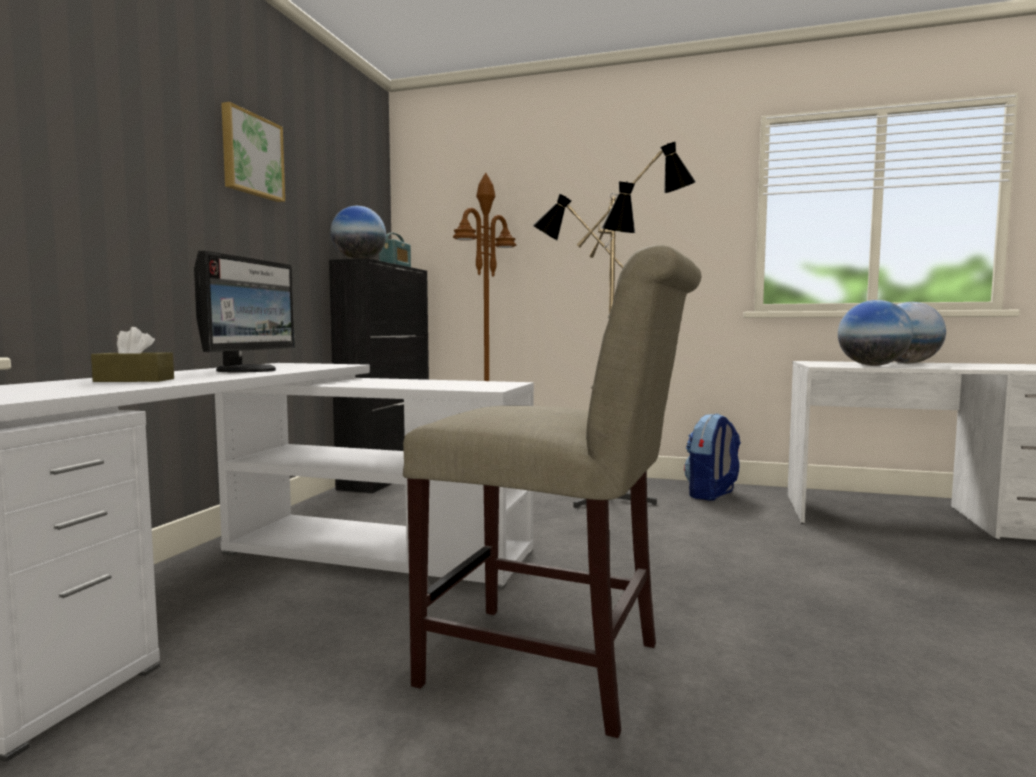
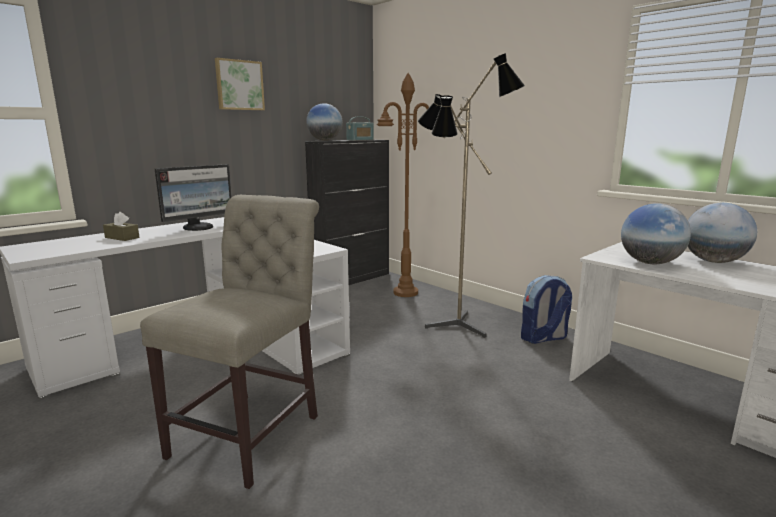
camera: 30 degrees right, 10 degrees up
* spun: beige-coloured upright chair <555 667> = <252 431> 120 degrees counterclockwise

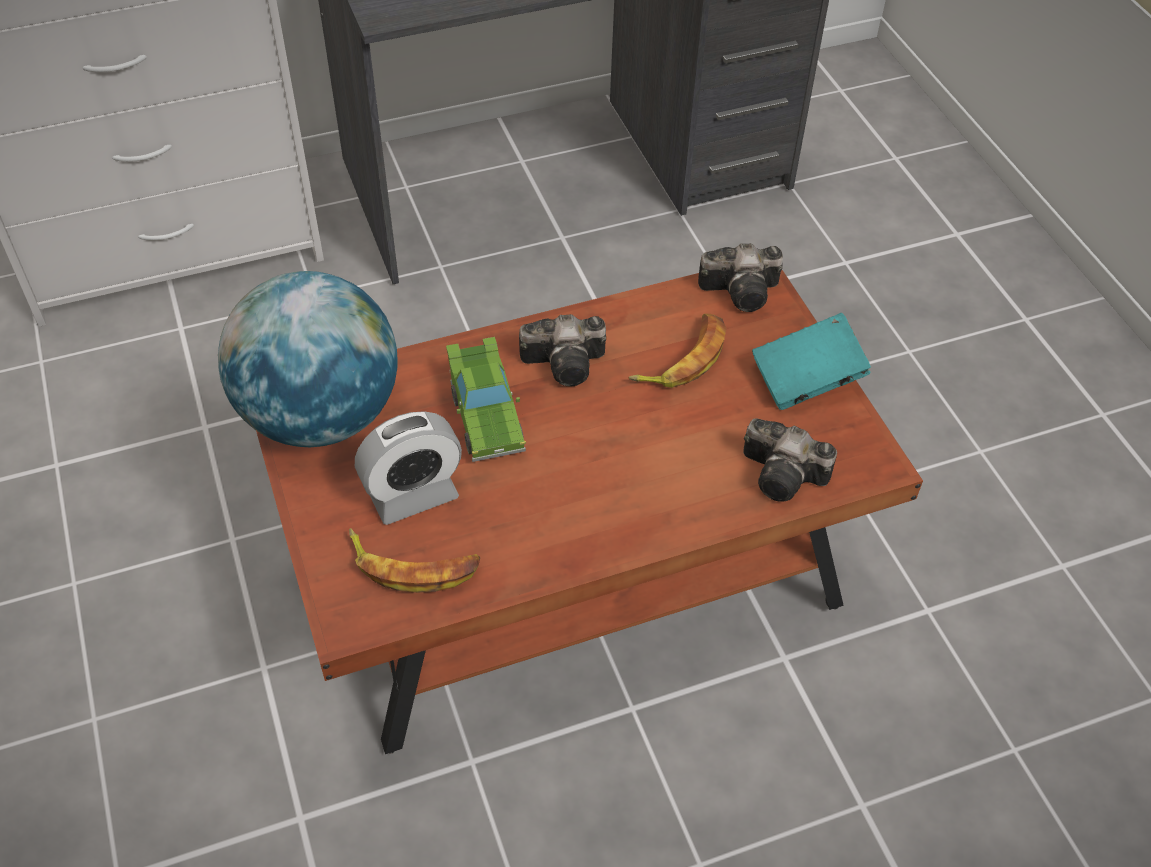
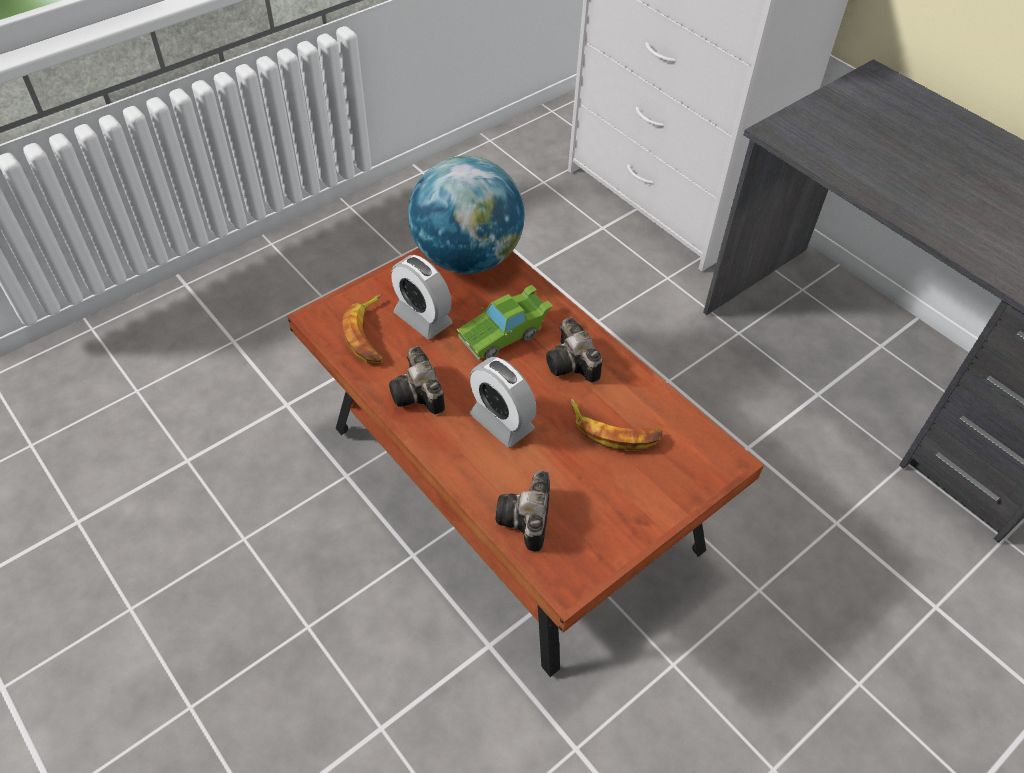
camera: 70 degrees right, 0 degrees up
* relocated: photo camera <744 291> to <419 395>
* missing: turquoise-coloured bound book <806 379>
* appeared: alarm clock <501 422>

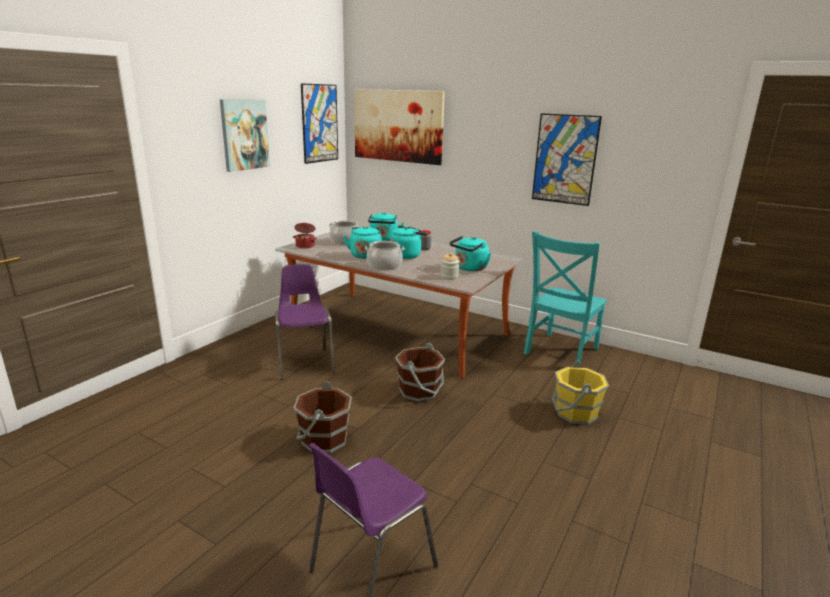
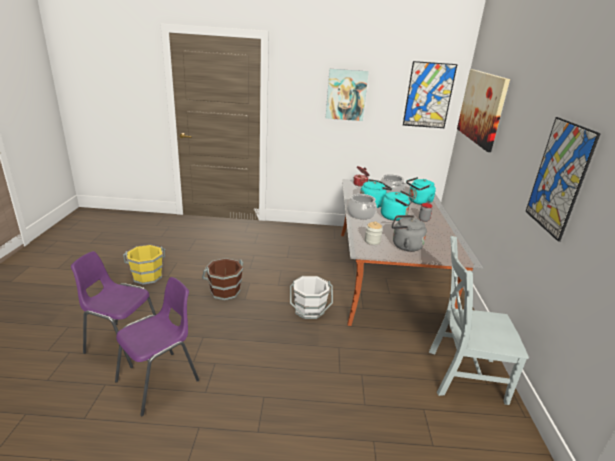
camera: 60 degrees right, 5 degrees up
* relocated: purplish upright chair <305 362> to <160 381>
* colour: brown bucket <420 391> to white bucket <309 310>
* colour: turquoise-coloured water kettle <469 268> to gray water kettle <404 246>
* colour: turquoise-coloured upright chair <560 352> to gray upright chair <462 375>
* relocated: yellowish bucket <575 413> to <147 276>

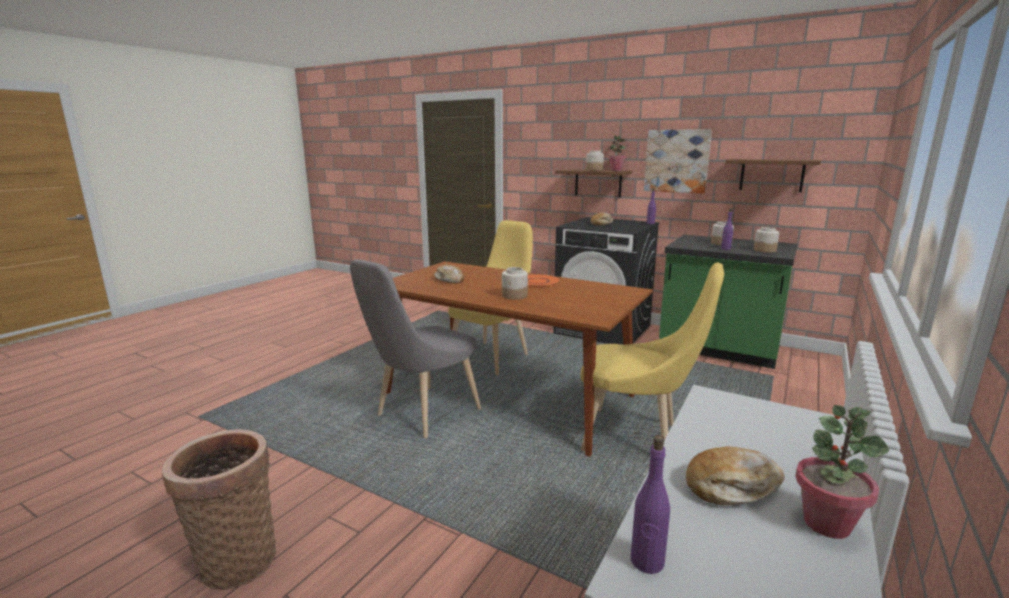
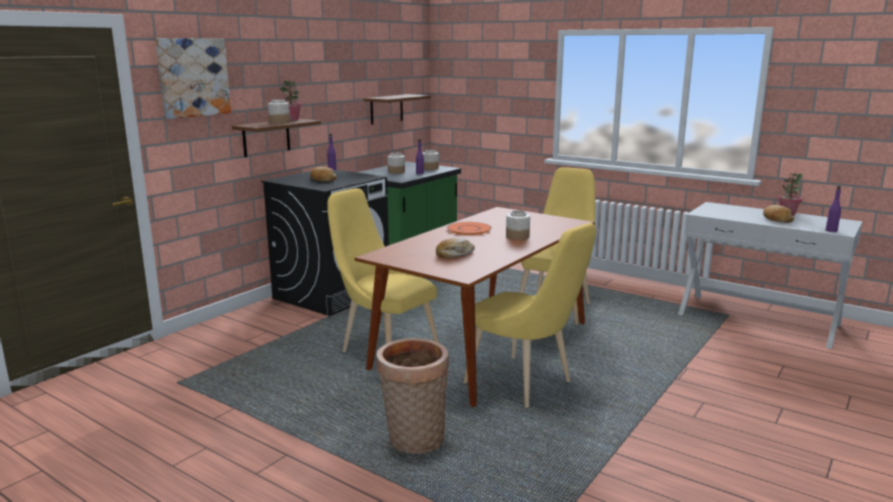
camera: 85 degrees left, 0 degrees up
* relocated: household basket <236 559> to <414 441>
* colour: gray upright chair <423 414> to yellowish upright chair <524 384>
* relocated: wall picture <677 161> to <193 77>

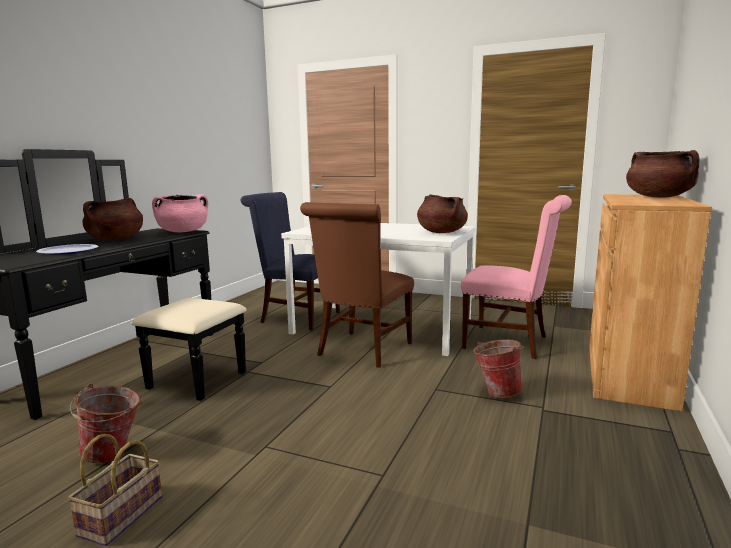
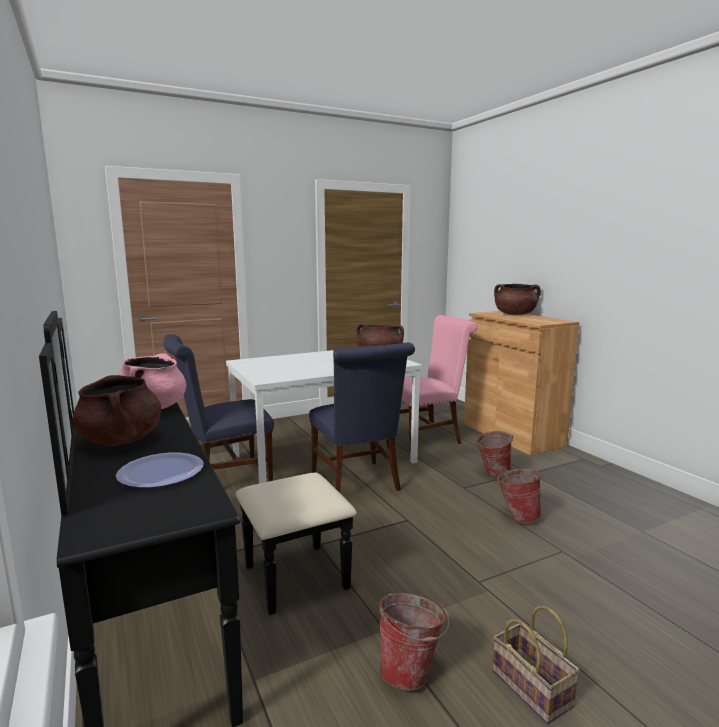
camera: 50 degrees left, 0 degrees up
* colour: brown upright chair <362 351> to bluish upright chair <358 483>
* appeared: bucket <517 516>

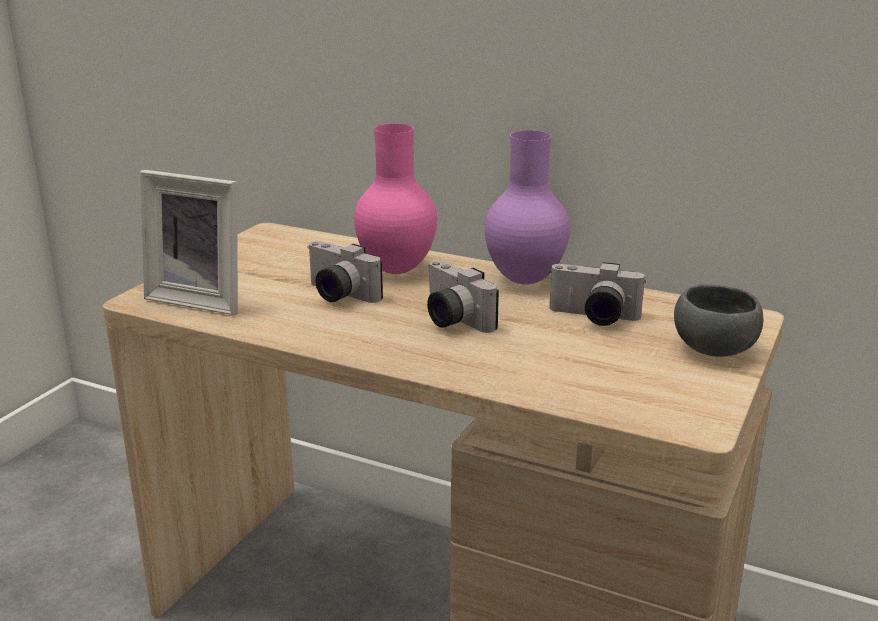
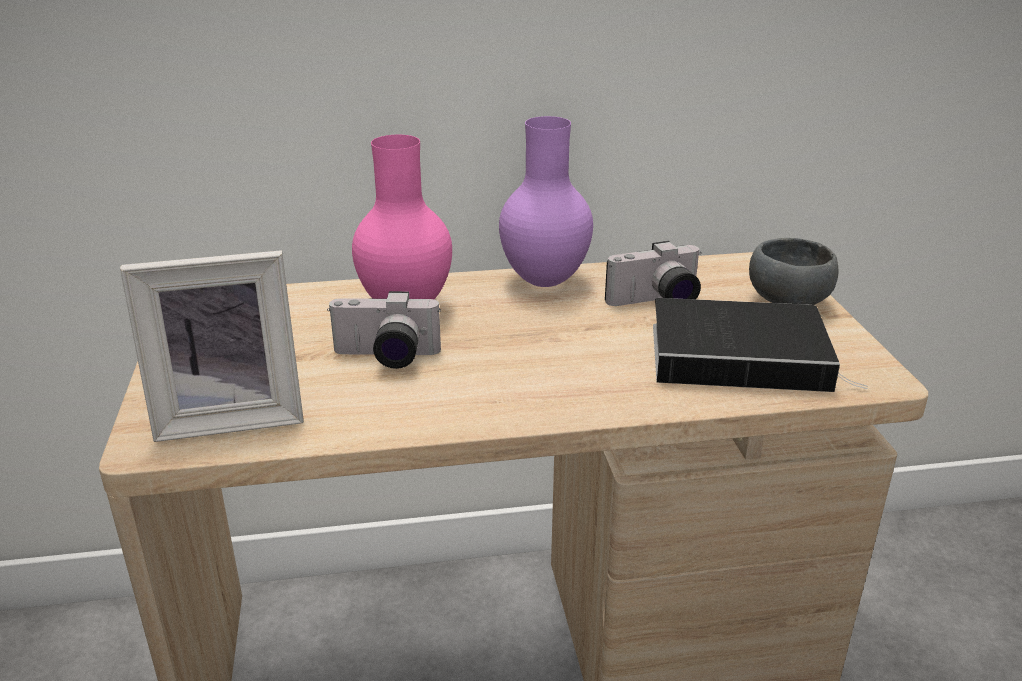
camera: 35 degrees left, 5 degrees up
* missing: photo camera <451 320>
* appeared: bound book <743 355>

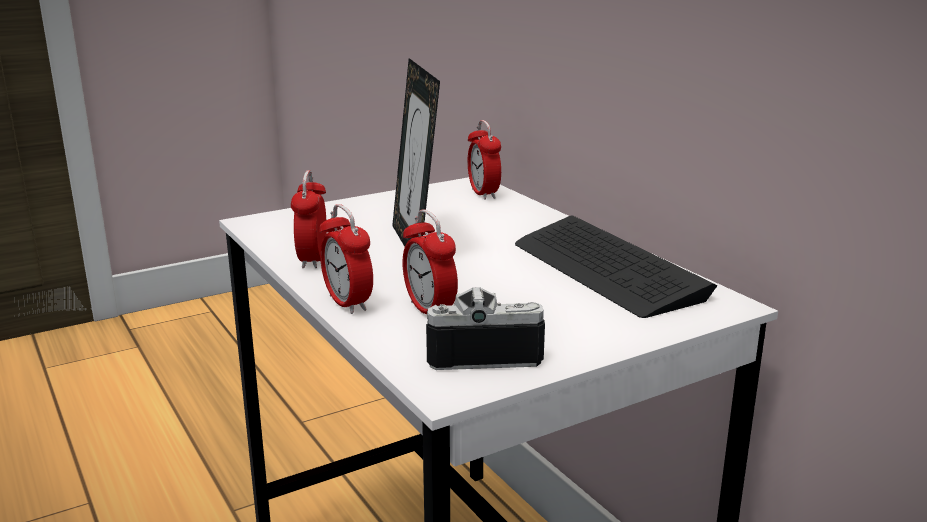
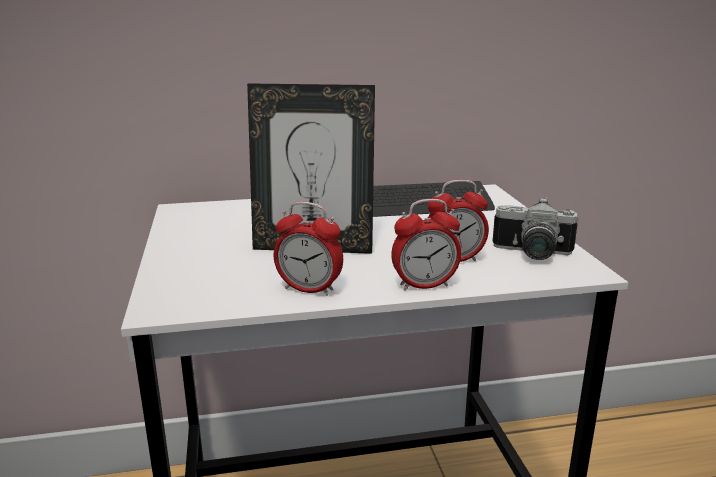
camera: 70 degrees left, 0 degrees up
* spun: photo camera <483 352> = <531 254> 90 degrees counterclockwise
* missing: alarm clock <483 194>

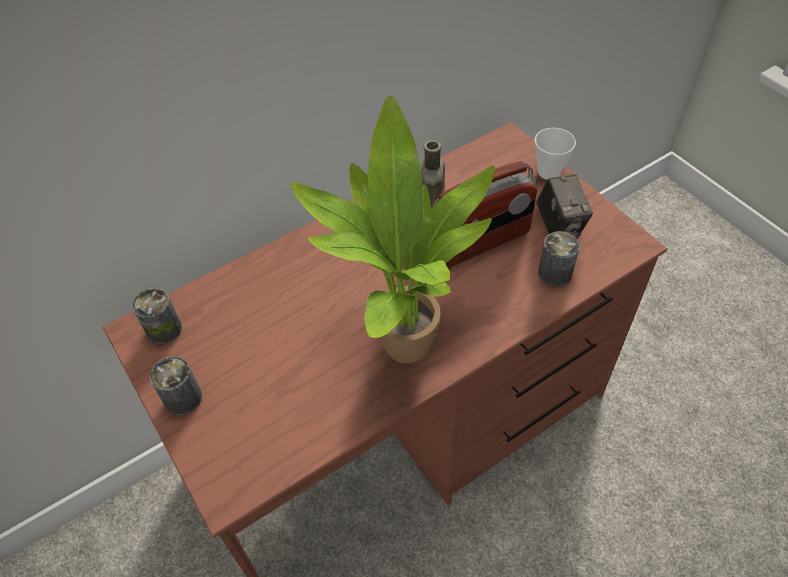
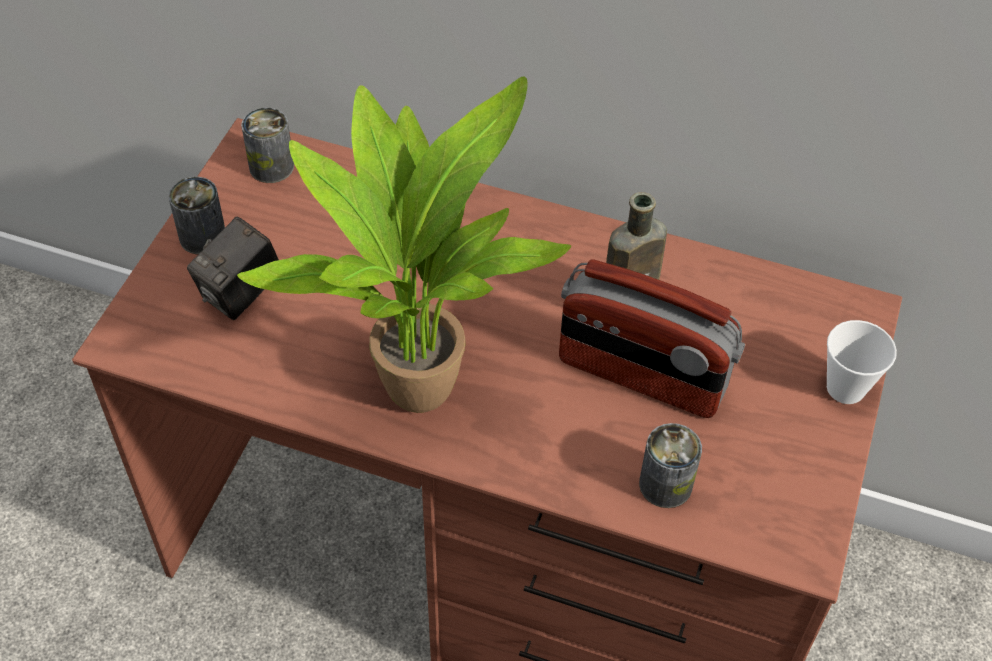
camera: 50 degrees right, 0 degrees up
* relocated: photo camera <559 225> to <241 294>

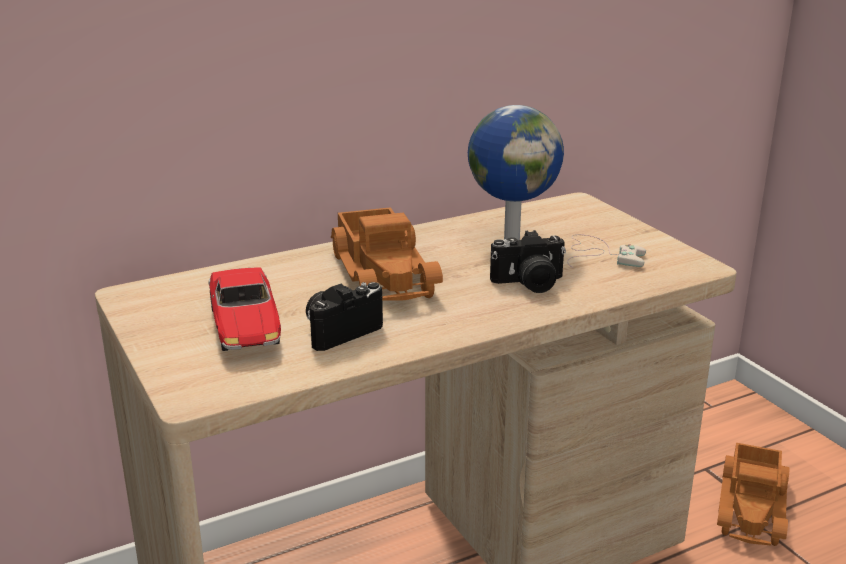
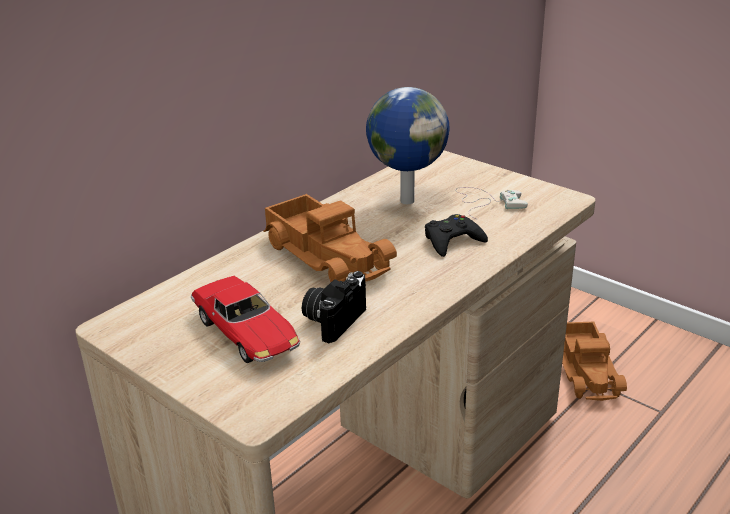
camera: 20 degrees left, 5 degrees up
* exchanged: photo camera <529 284> to black-coloured game controller <452 241>

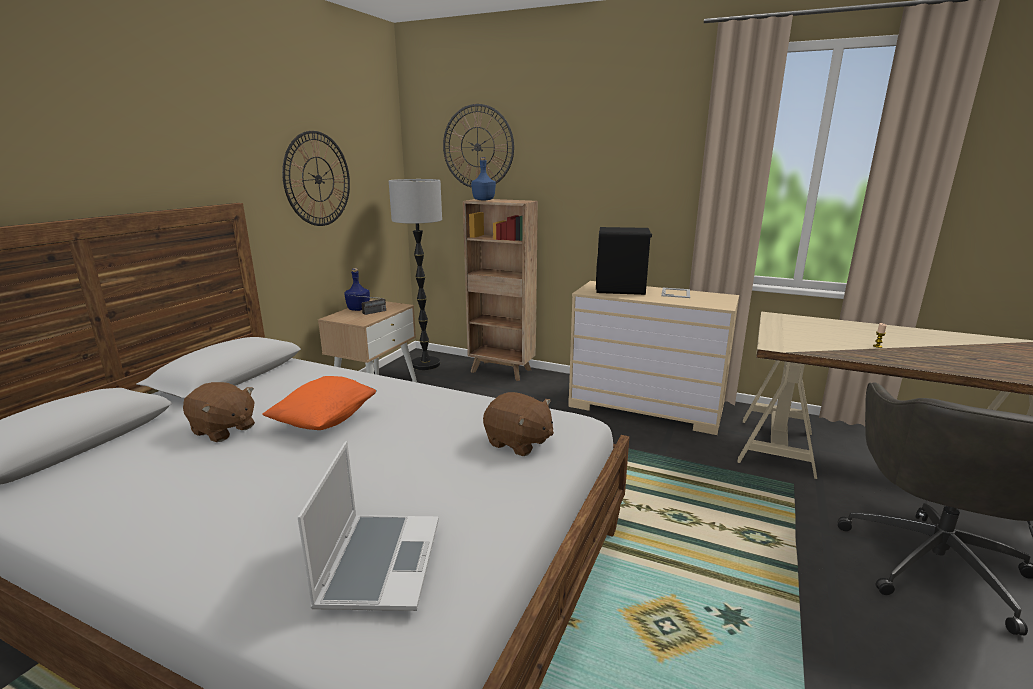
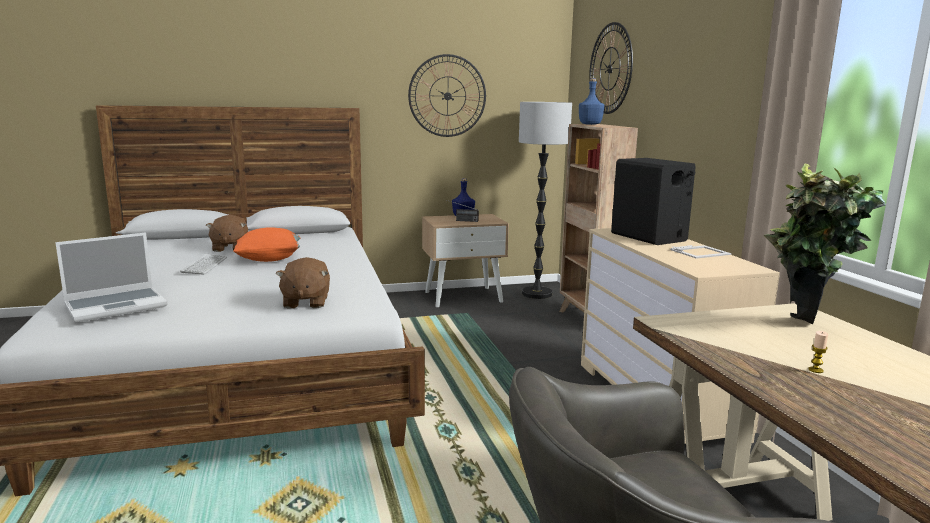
camera: 50 degrees right, 5 degrees down
* appeared: computer keyboard <204 265>
* appeared: houseplant <802 329>

